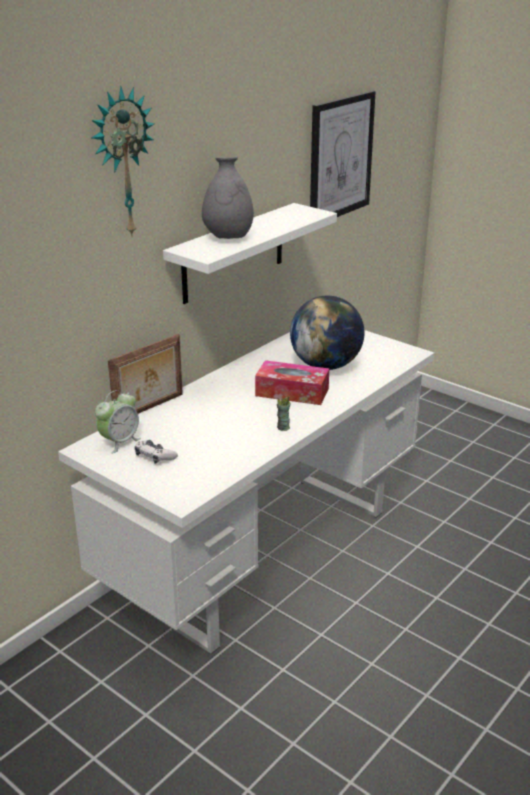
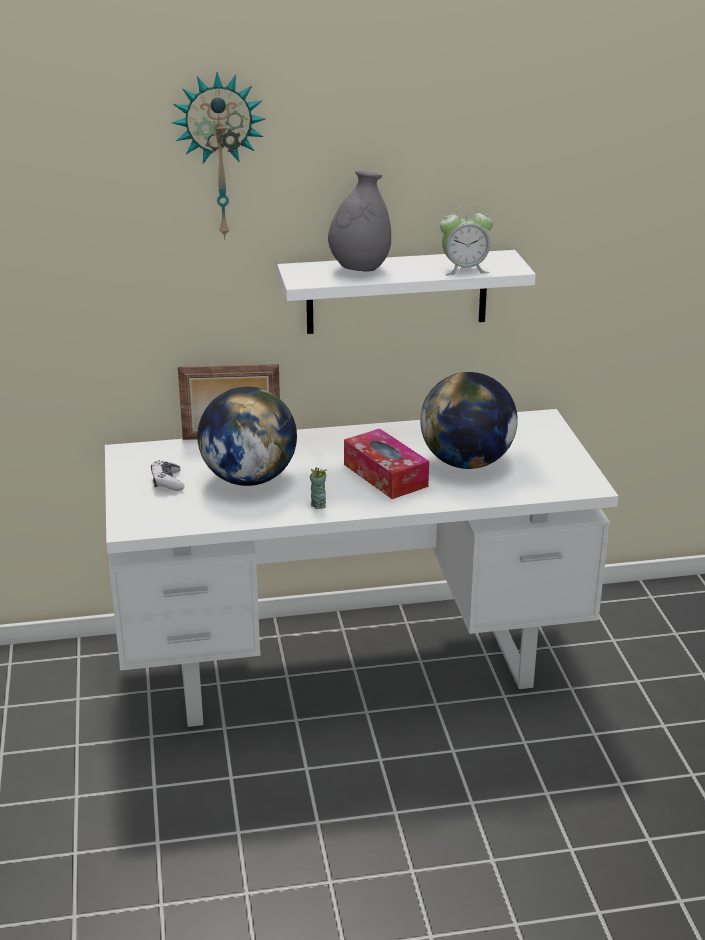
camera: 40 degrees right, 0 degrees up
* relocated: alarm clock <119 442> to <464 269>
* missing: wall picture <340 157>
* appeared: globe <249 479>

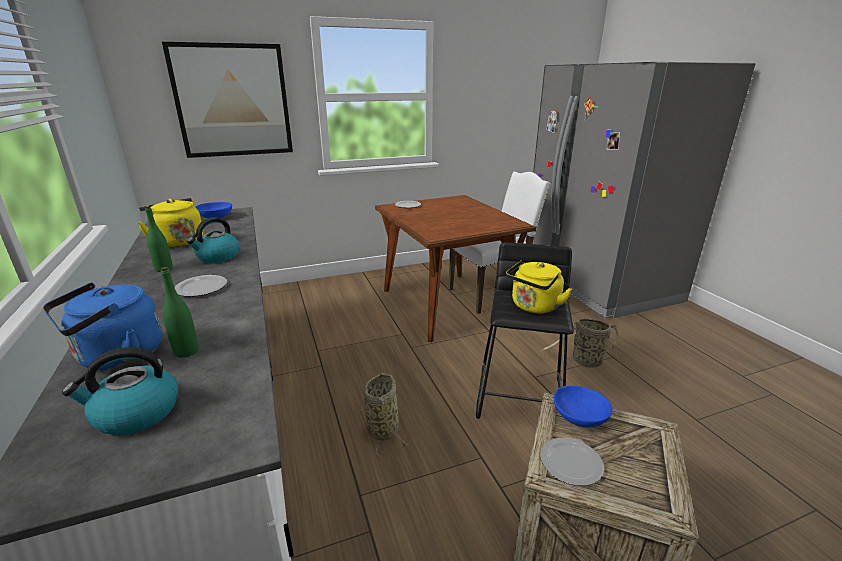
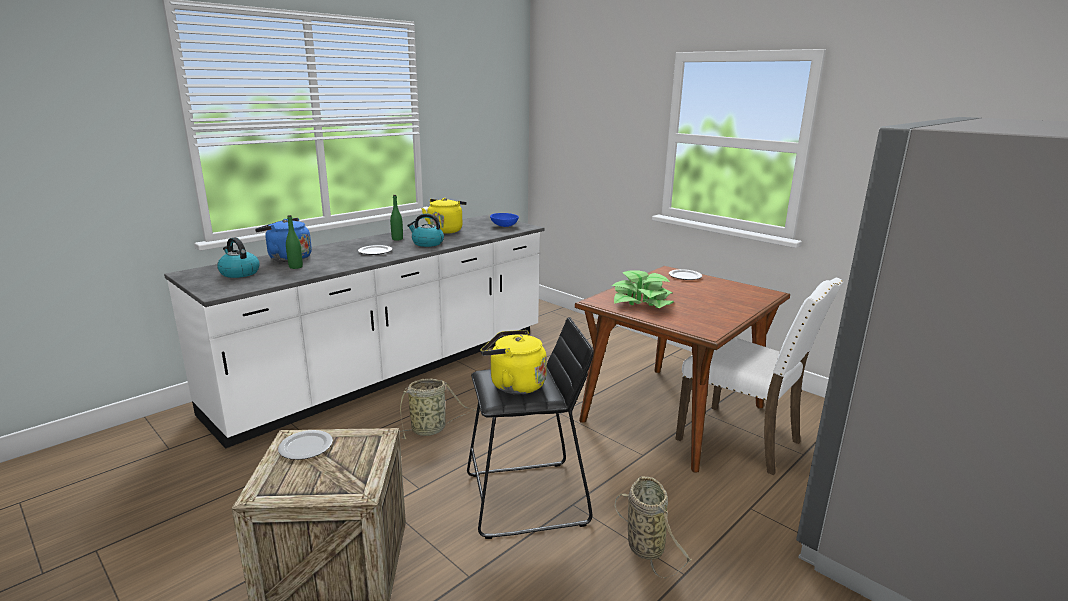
camera: 65 degrees right, 5 degrees down
* missing: wall picture <233 101>
* missing: bluish serving bowl <579 418>
* appeared: houseplant <642 302>

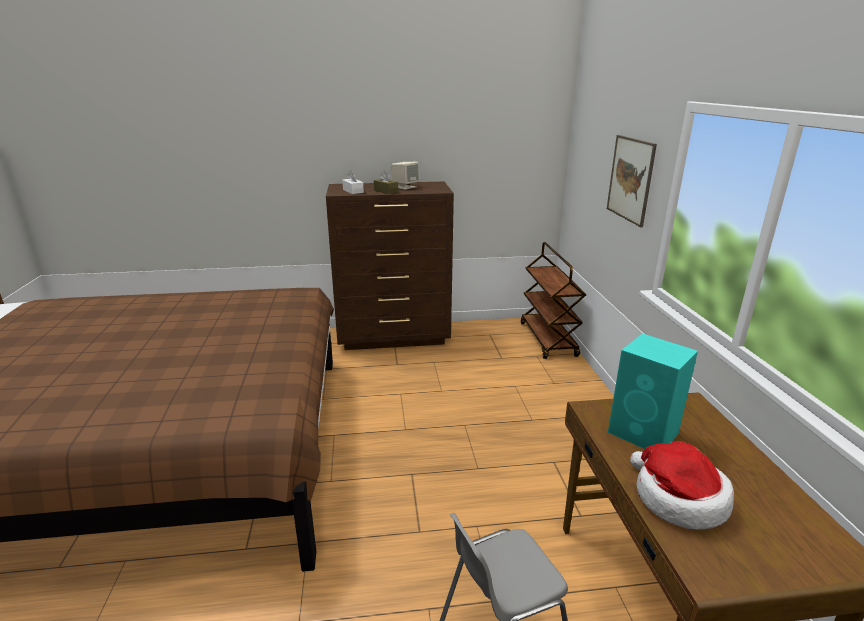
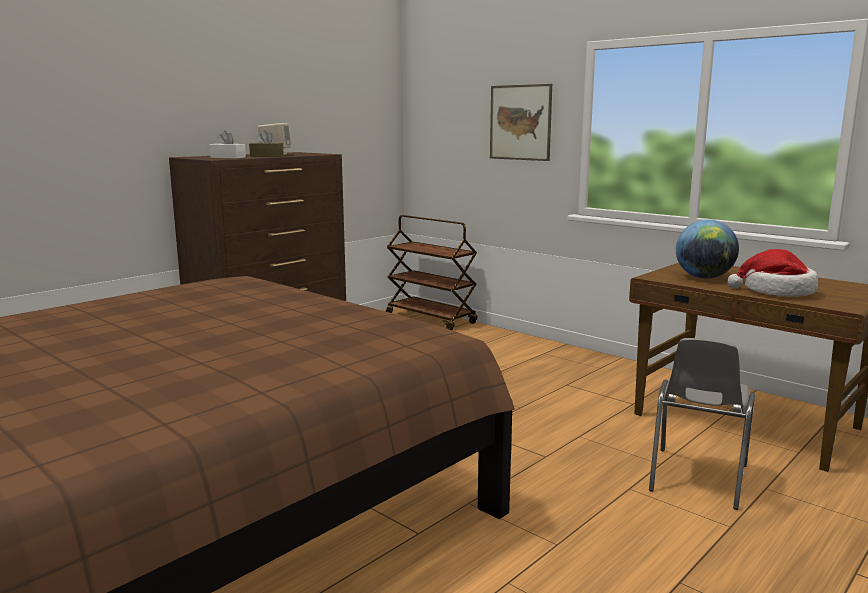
camera: 40 degrees left, 10 degrees down
* exchanged: turquoise-coloured audio speaker <644 433> to globe <704 277>

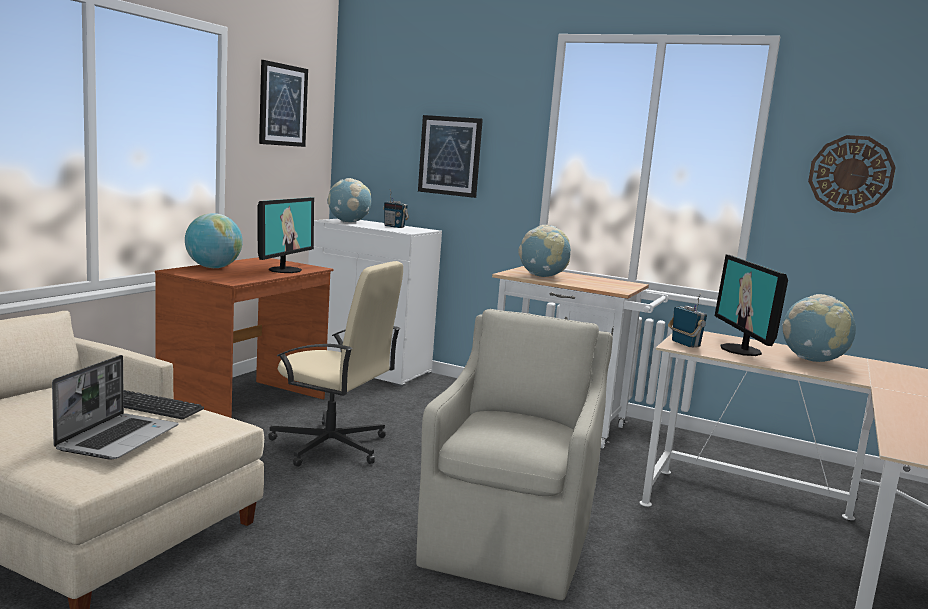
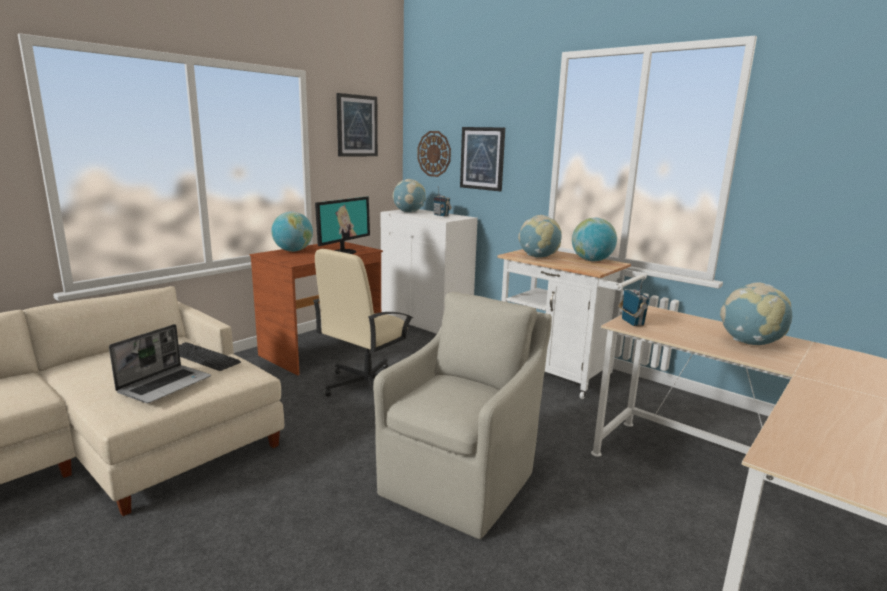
camera: 15 degrees right, 5 degrees up
* spun: beige-coloured computer chair <331 446> = <366 385> 90 degrees clockwise
* missing: monitor <741 350>
* relocated: hanging clock <850 174> to <434 154>
* appeared: globe <592 260>

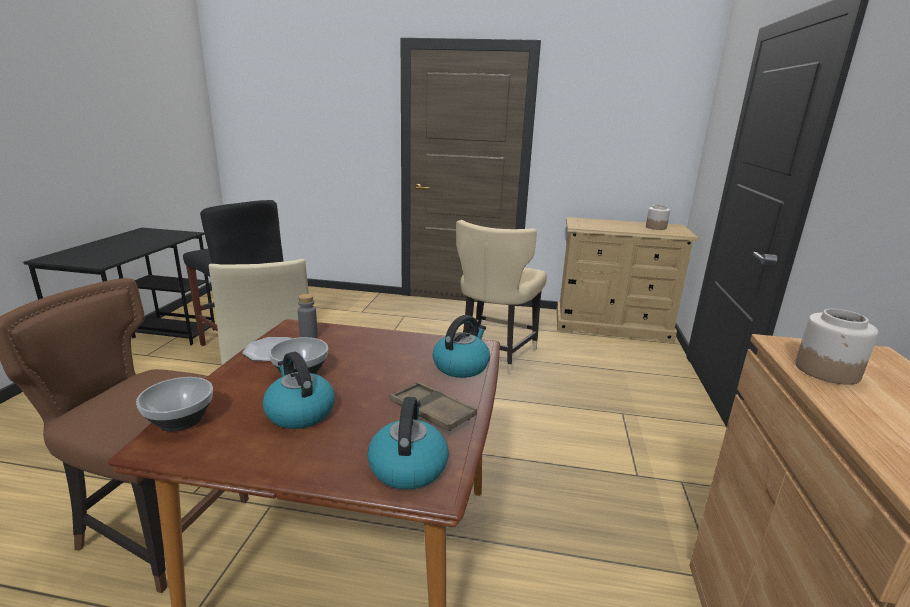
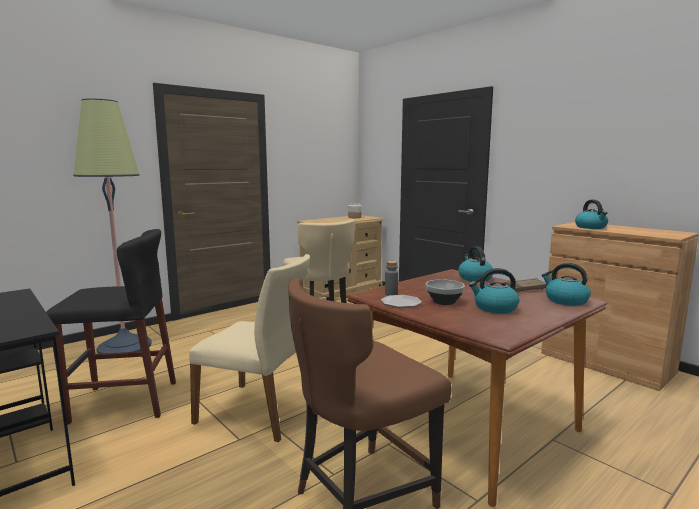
camera: 50 degrees left, 10 degrees down
* missing: serving bowl <179 421>
* exchanged: storage jar <827 371> to water kettle <591 227>
* appeared: standing lamp <124 347>

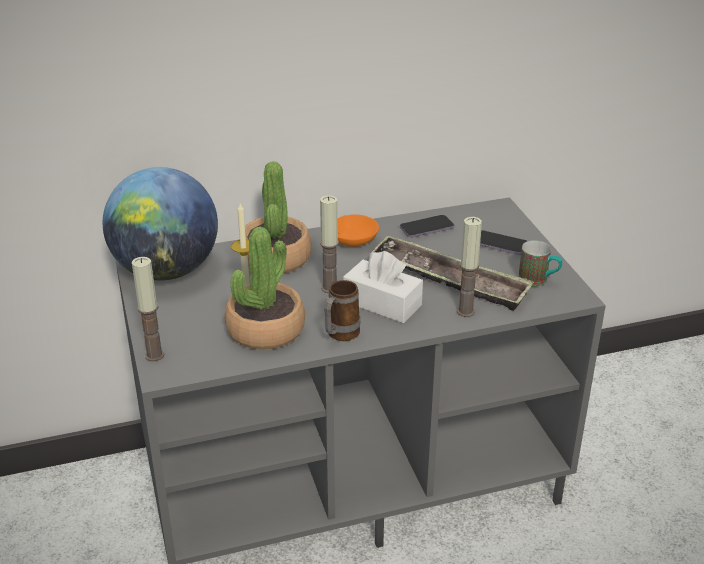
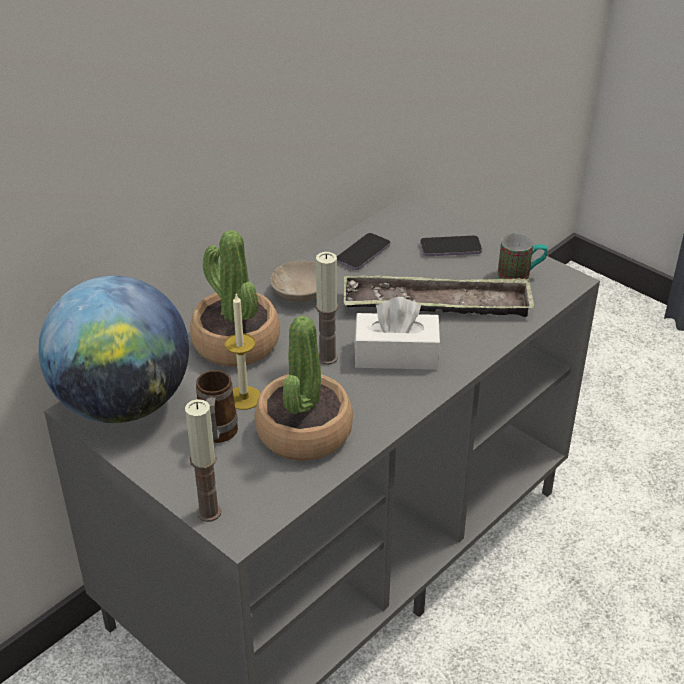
camera: 30 degrees left, 5 degrees up
* relocated: tea mug <339 336> to <217 436>
* colour: orange-coloured serving bowl <354 241> to beige-coloured serving bowl <302 294>
* missing: wax candle <465 311>

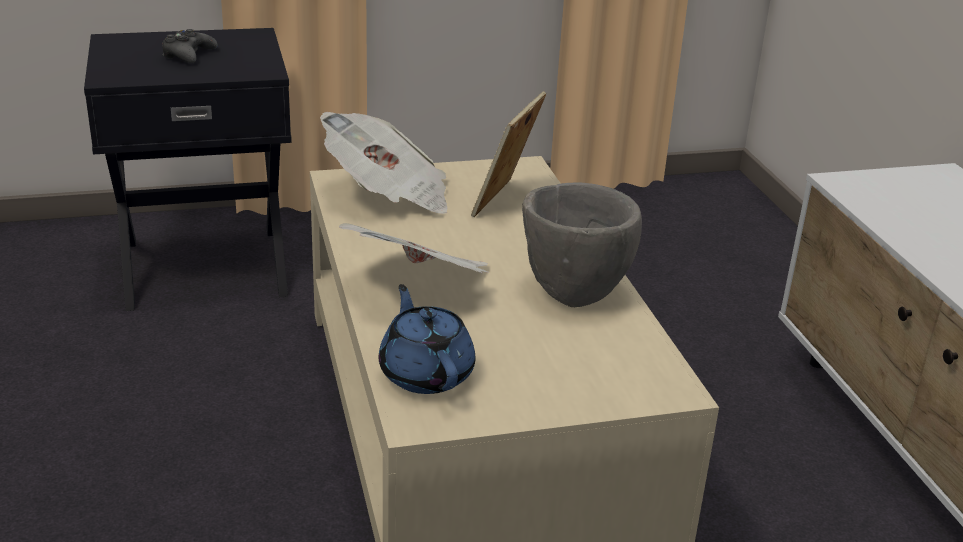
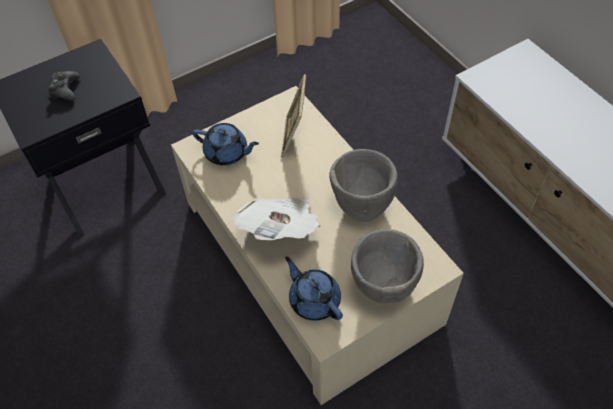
camera: 15 degrees left, 25 degrees up
* exchanged: printed paper <389 195> to bluish pot for tea <227 153>
* appeared: gray serving bowl <383 287>

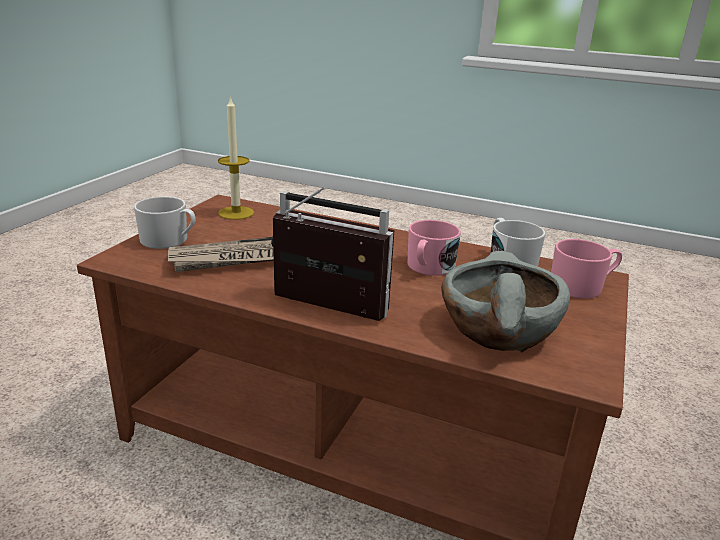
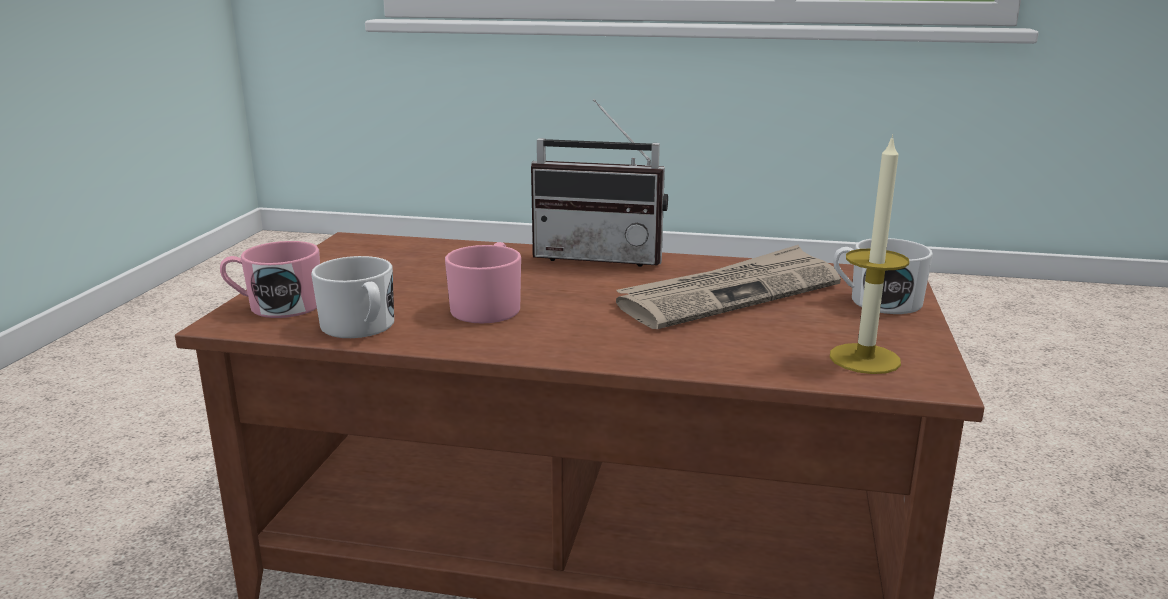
camera: 170 degrees right, 5 degrees down
* missing: gray serving bowl <497 329>

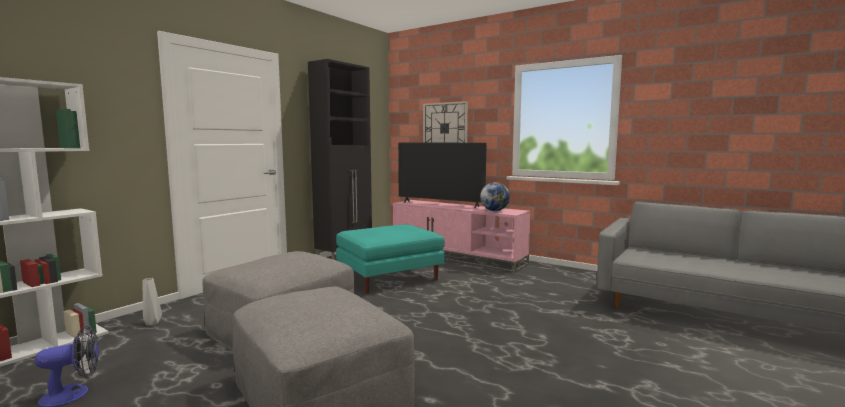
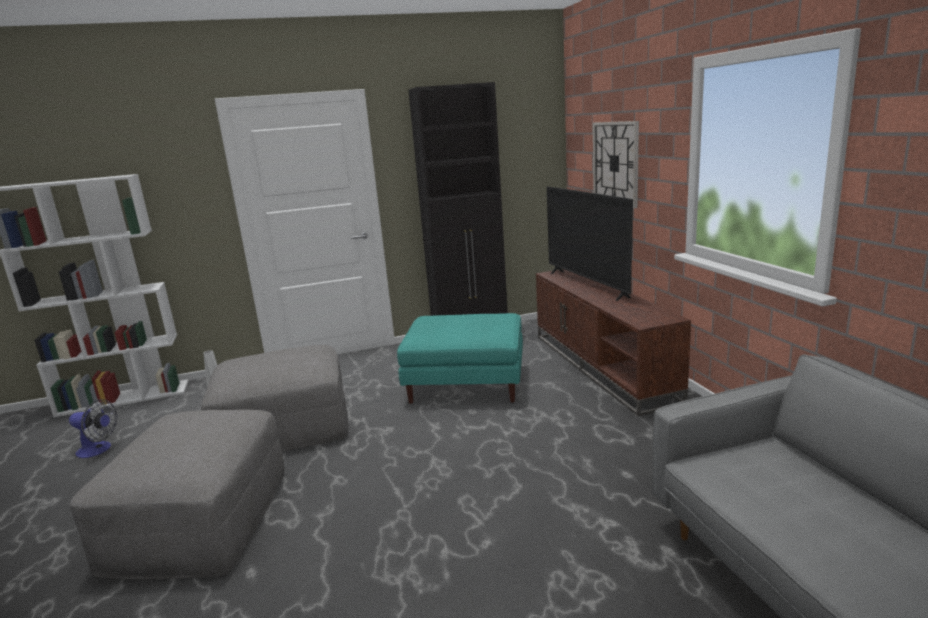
camera: 40 degrees right, 10 degrees up
* colour: pink-coloured media console <458 257> to brown media console <603 366>
* missing: globe <494 211>

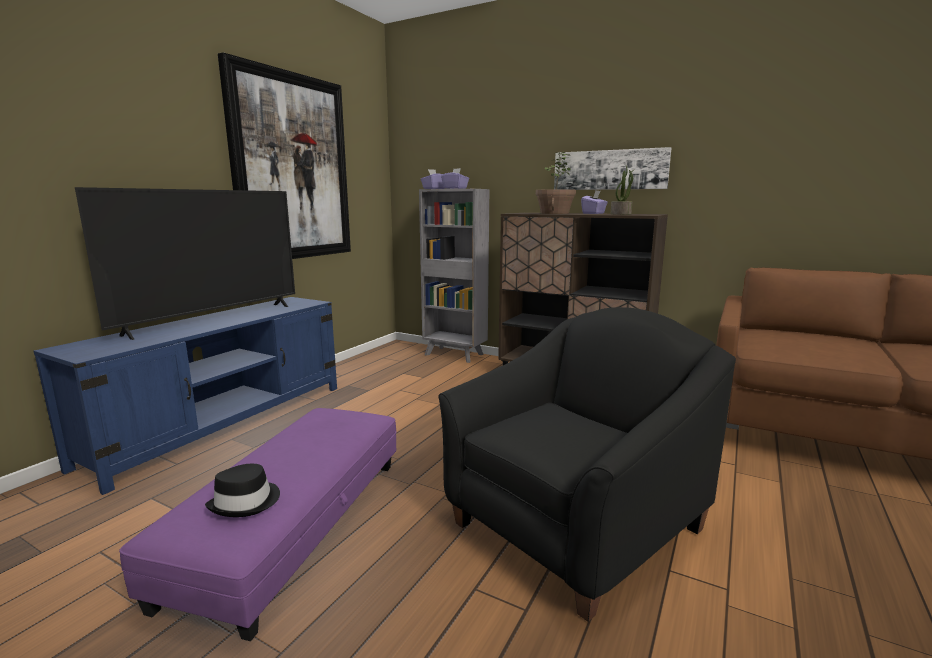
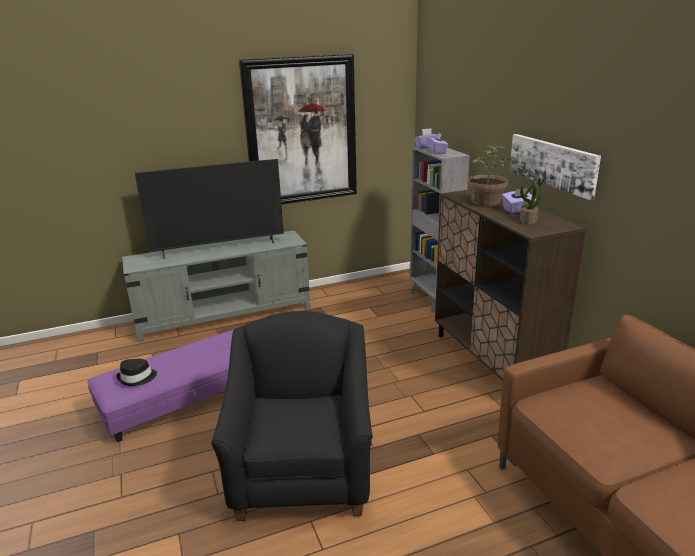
camera: 40 degrees right, 10 degrees up
* colour: bluish media console <225 423> to gray media console <225 314>
* spun: black-coloured armchair <575 526> = <303 469> 90 degrees counterclockwise

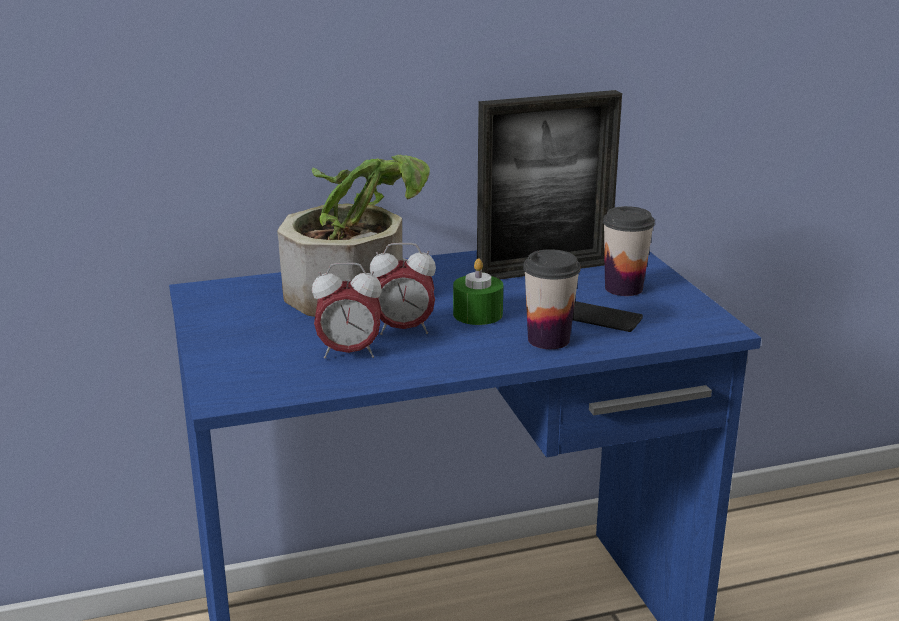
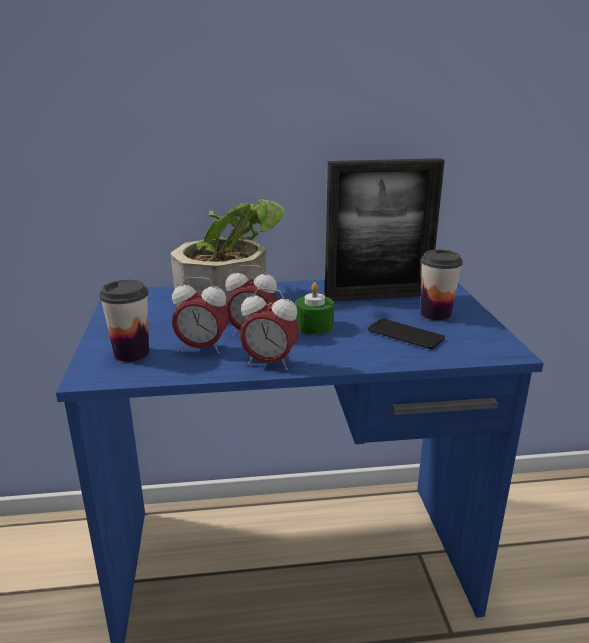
camera: 10 degrees right, 0 degrees up
* relocated: cup <548 340> to <131 353>
* appeared: alarm clock <269 363>

